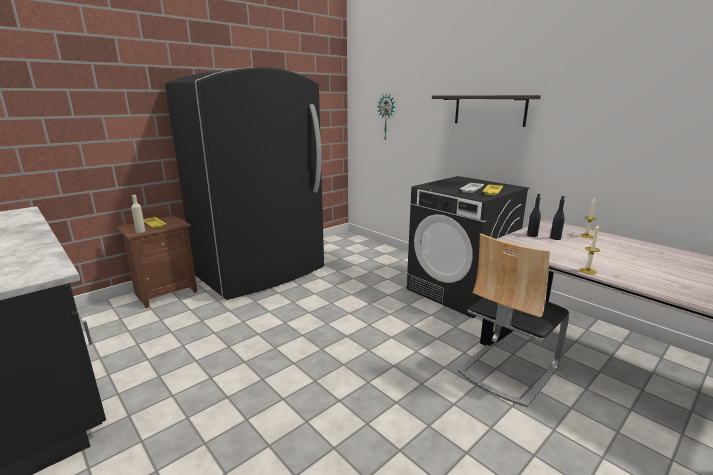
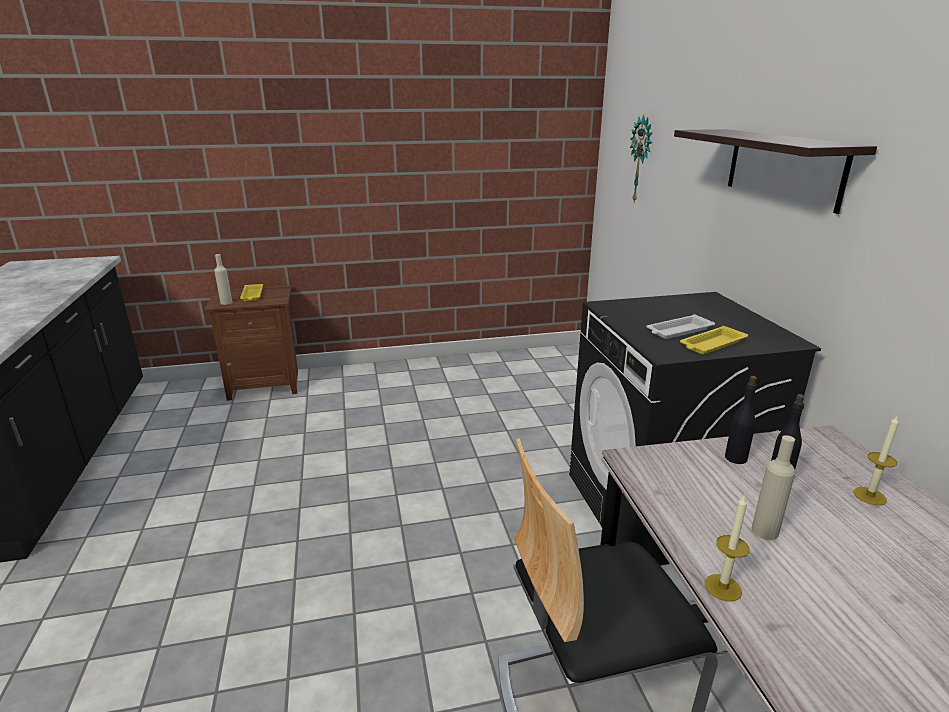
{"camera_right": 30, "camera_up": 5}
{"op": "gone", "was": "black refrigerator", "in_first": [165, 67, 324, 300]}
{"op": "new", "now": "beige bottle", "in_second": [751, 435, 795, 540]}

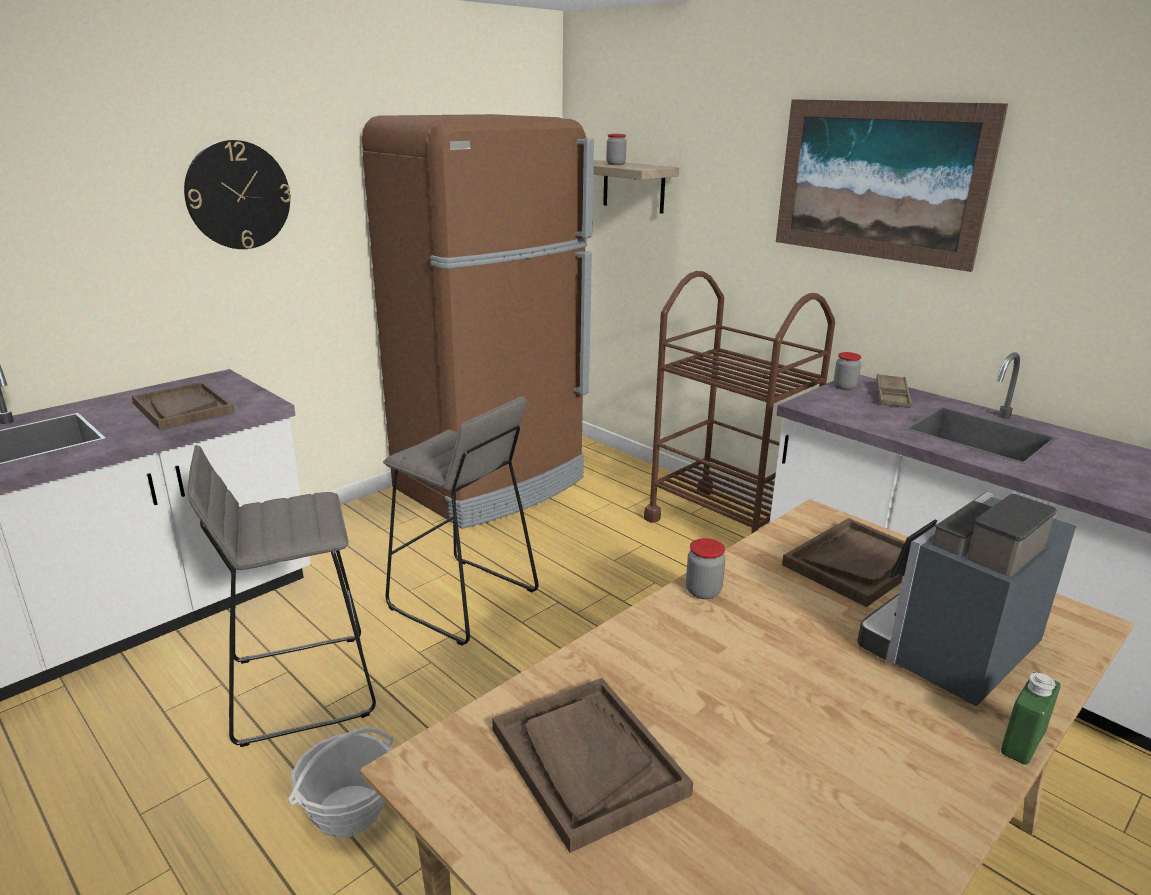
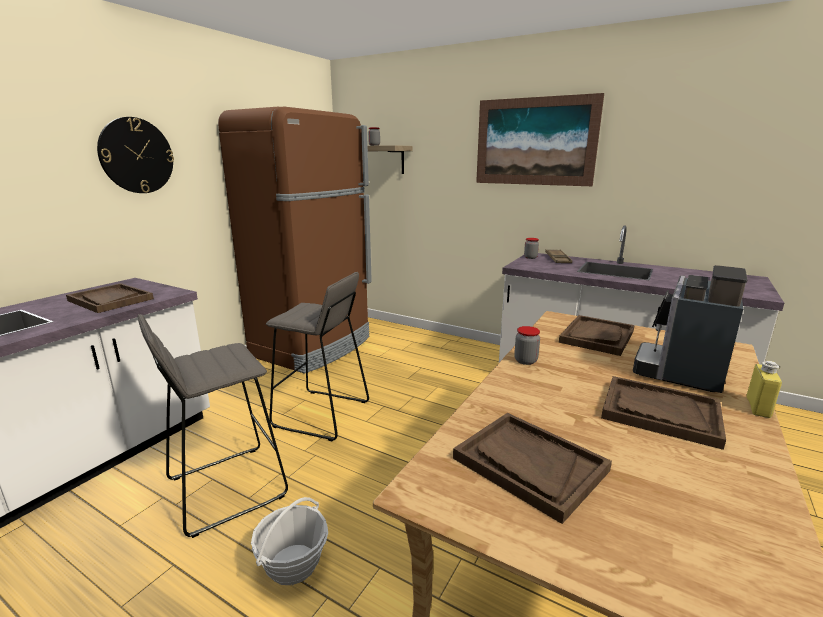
{"camera_right": -15, "camera_up": -5}
{"op": "gone", "was": "brownish wheeled cart", "in_first": [644, 271, 835, 534]}
{"op": "repainted", "was": "green bottle", "now": "yellow bottle", "in_first": [1001, 672, 1061, 765], "in_second": [746, 361, 782, 418]}
{"op": "new", "now": "brownish serving tray", "in_second": [601, 376, 726, 450]}

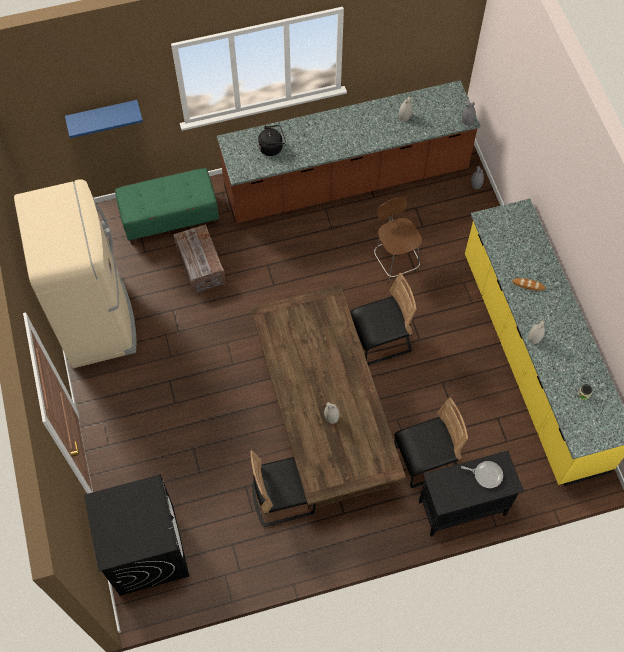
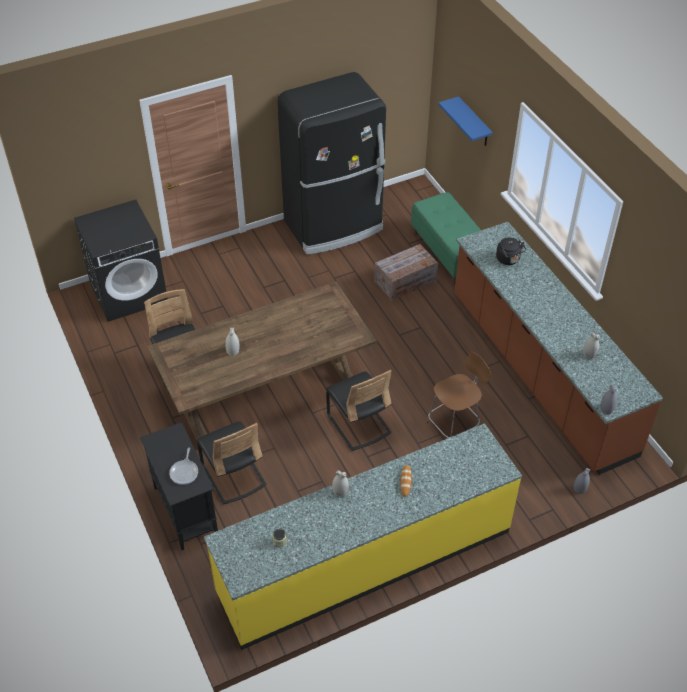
{"camera_right": 80, "camera_up": -15}
{"op": "repainted", "was": "beige refrigerator", "now": "black refrigerator", "in_first": [14, 179, 137, 368], "in_second": [278, 72, 386, 255]}

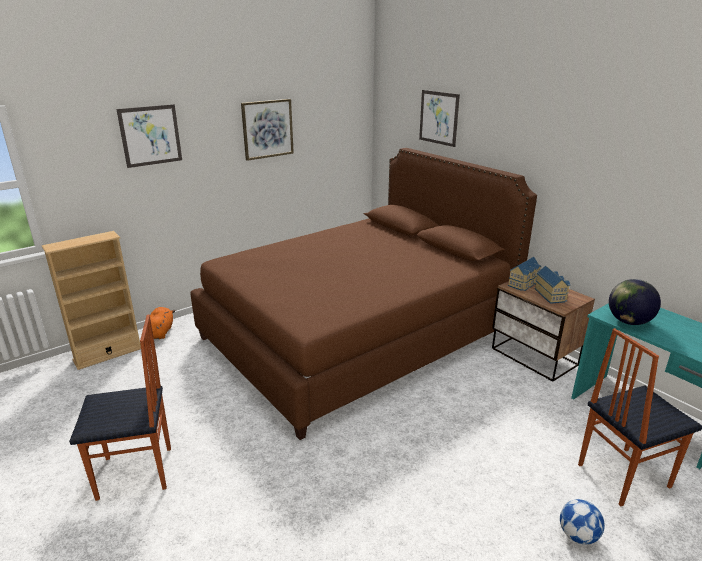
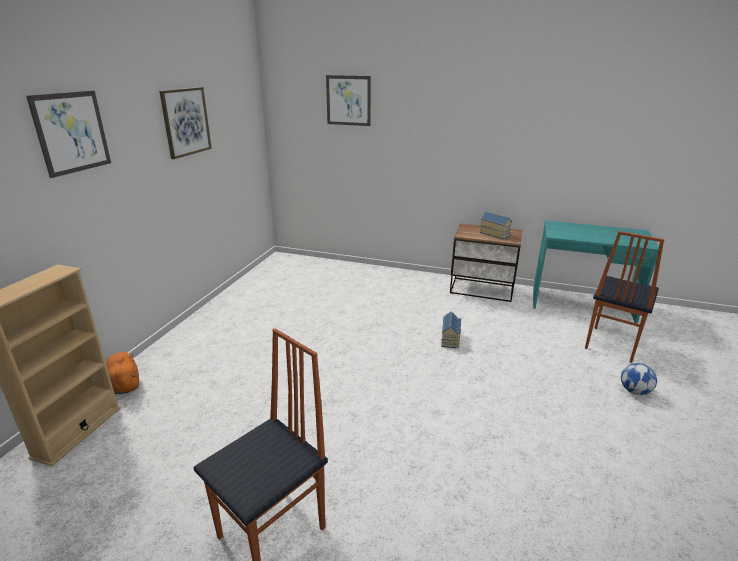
{"camera_right": -35, "camera_up": 0}
{"op": "gone", "was": "brownish bed", "in_first": [190, 148, 537, 440]}
{"op": "shifted", "was": "toy house", "in_first": [508, 257, 541, 291], "in_second": [441, 311, 461, 348]}
{"op": "gone", "was": "desk globe", "in_first": [609, 279, 661, 325]}

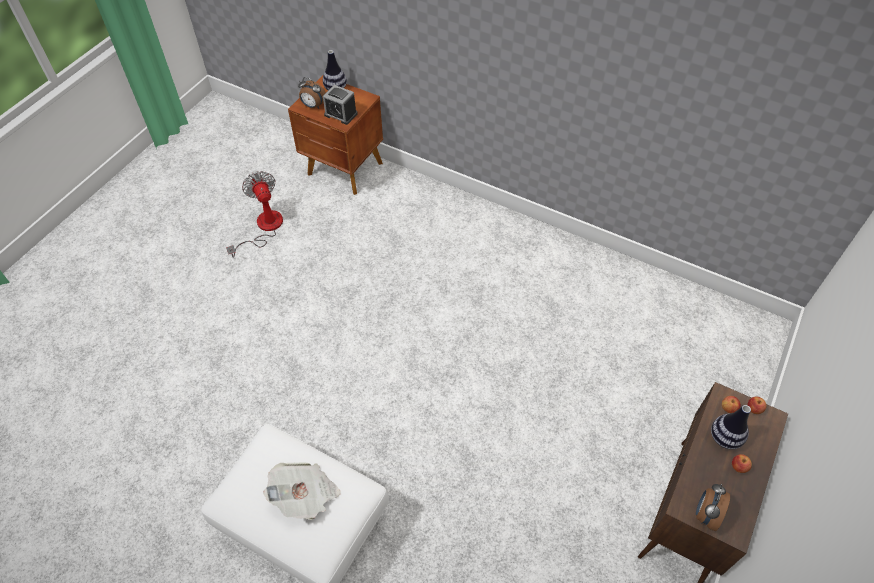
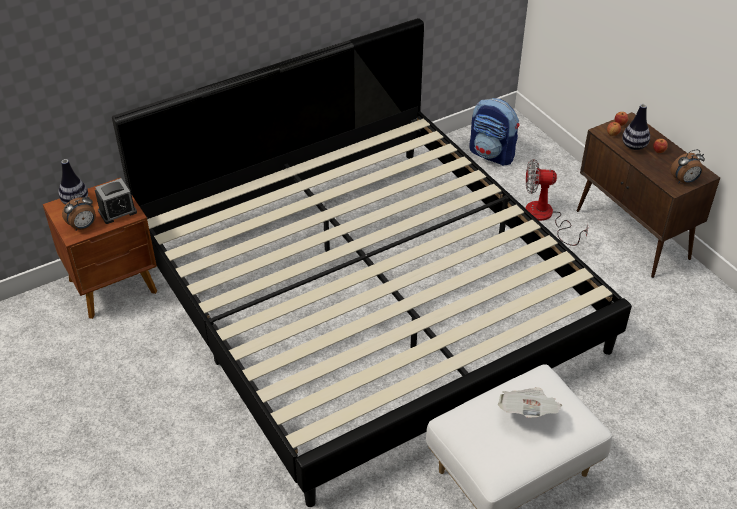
{"camera_right": -60, "camera_up": -10}
{"op": "shifted", "was": "cooling fan", "in_first": [226, 171, 283, 258], "in_second": [525, 159, 588, 246]}
{"op": "rotated", "was": "table clock", "in_first": [696, 484, 730, 531], "in_second": [670, 149, 705, 184], "clockwise": -75}
{"op": "new", "now": "bed", "in_second": [112, 18, 632, 507]}
{"op": "new", "now": "knapsack", "in_second": [469, 98, 520, 166]}

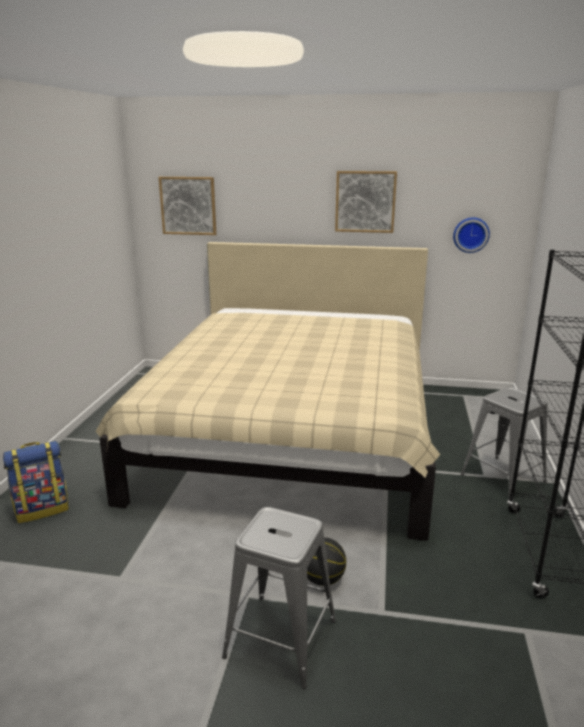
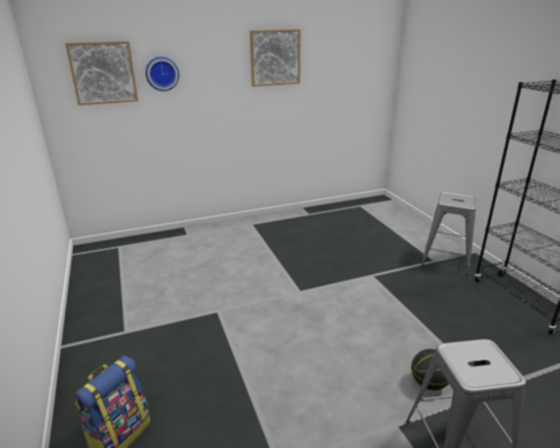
{"camera_right": -30, "camera_up": 5}
{"op": "gone", "was": "beige bed", "in_first": [95, 242, 440, 541]}
{"op": "shifted", "was": "clock on the wall", "in_first": [453, 217, 490, 253], "in_second": [146, 57, 179, 91]}

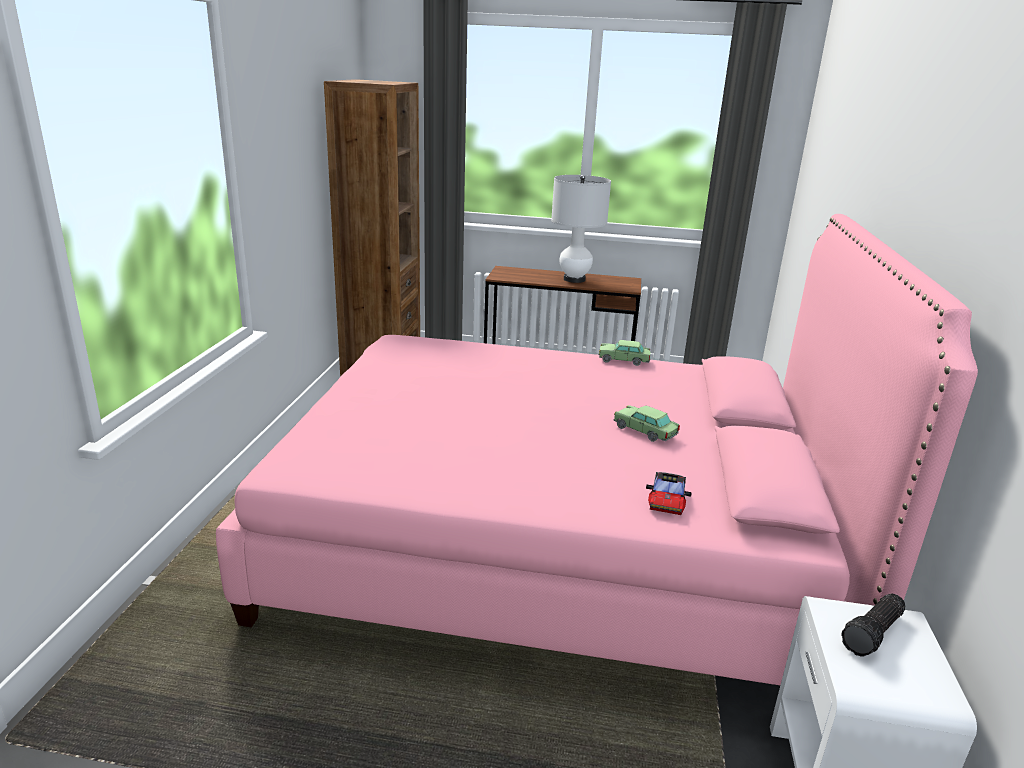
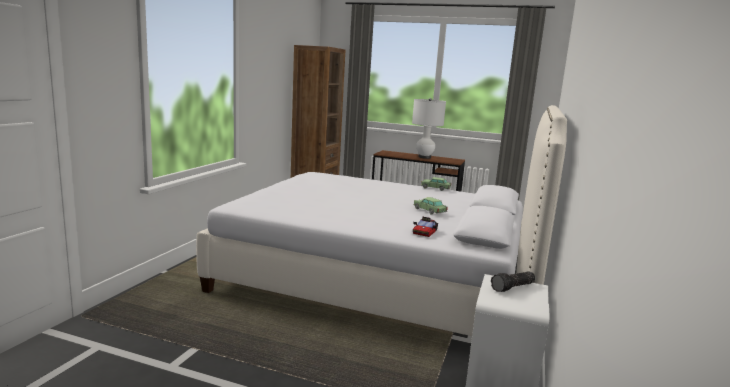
{"camera_right": 10, "camera_up": -10}
{"op": "repainted", "was": "pinkish bed", "now": "whitish bed", "in_first": [216, 214, 978, 685], "in_second": [196, 105, 567, 336]}

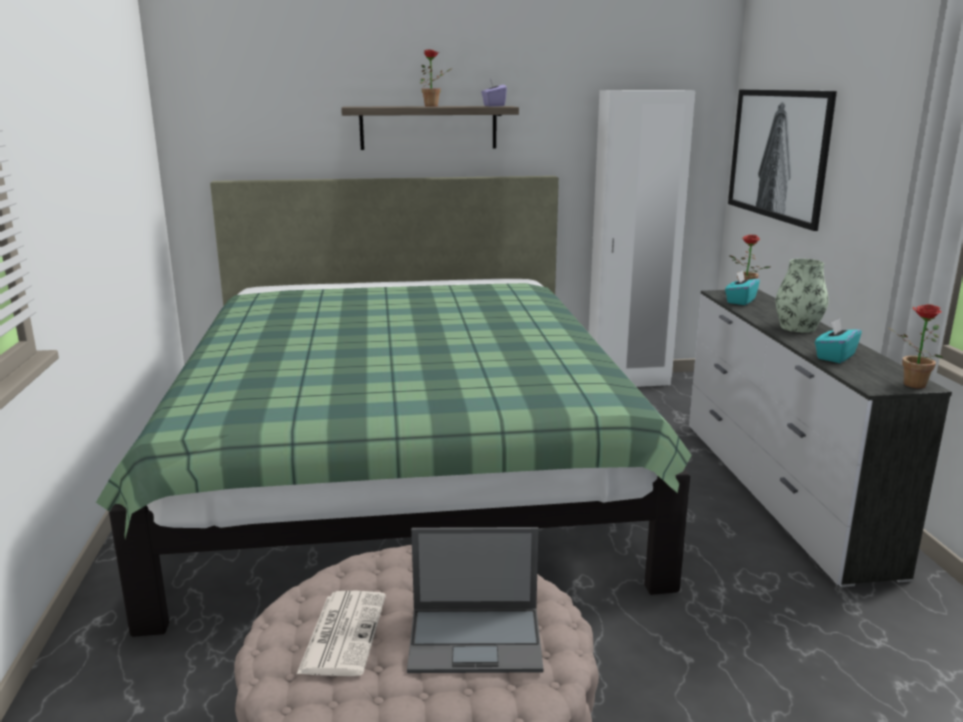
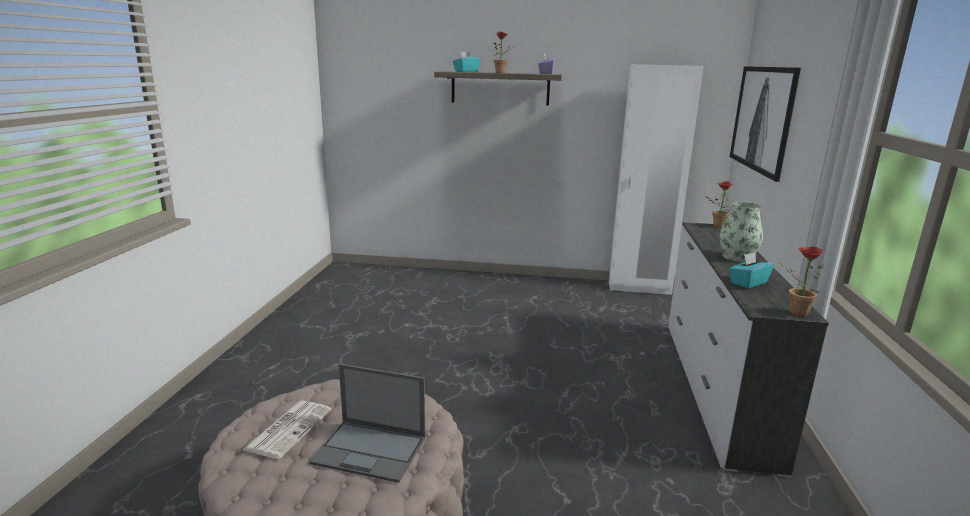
{"camera_right": 15, "camera_up": 0}
{"op": "gone", "was": "green bed", "in_first": [96, 176, 692, 637]}
{"op": "shifted", "was": "blue-green tissue box", "in_first": [725, 270, 760, 305], "in_second": [453, 52, 480, 72]}

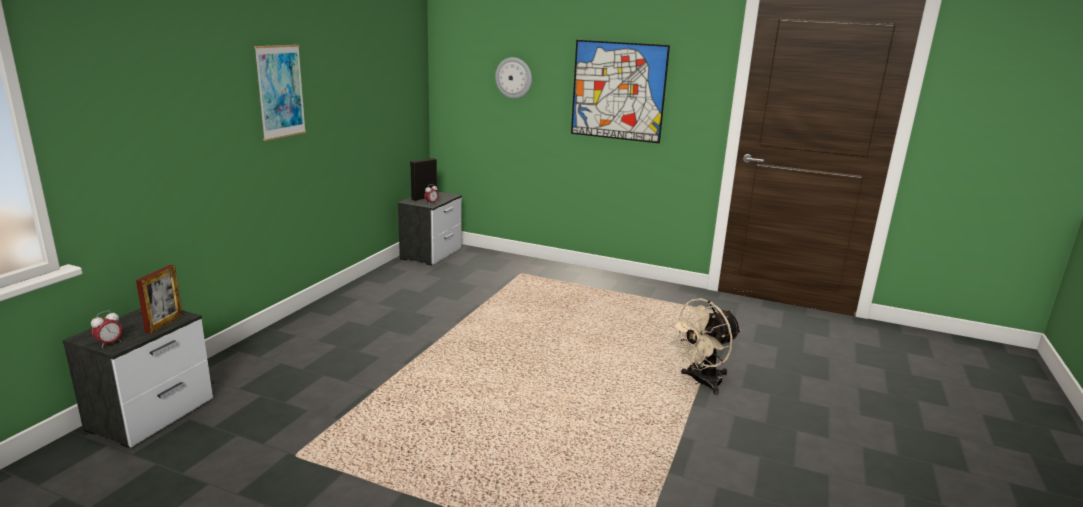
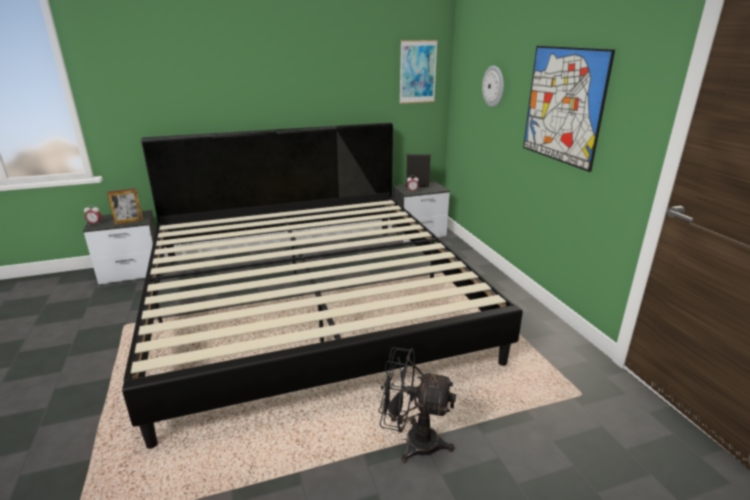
{"camera_right": 50, "camera_up": 5}
{"op": "shifted", "was": "picture", "in_first": [254, 45, 306, 141], "in_second": [399, 40, 438, 104]}
{"op": "repainted", "was": "beige cooling fan", "now": "black cooling fan", "in_first": [668, 298, 741, 395], "in_second": [378, 347, 456, 463]}
{"op": "new", "now": "bed", "in_second": [122, 123, 523, 449]}

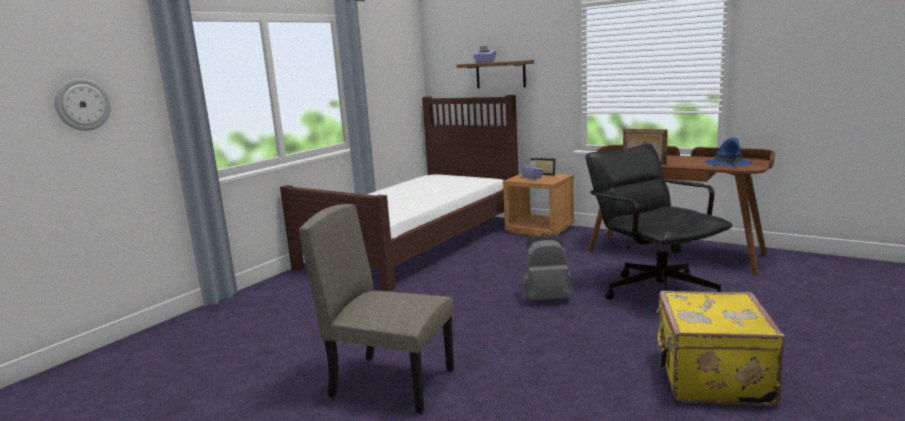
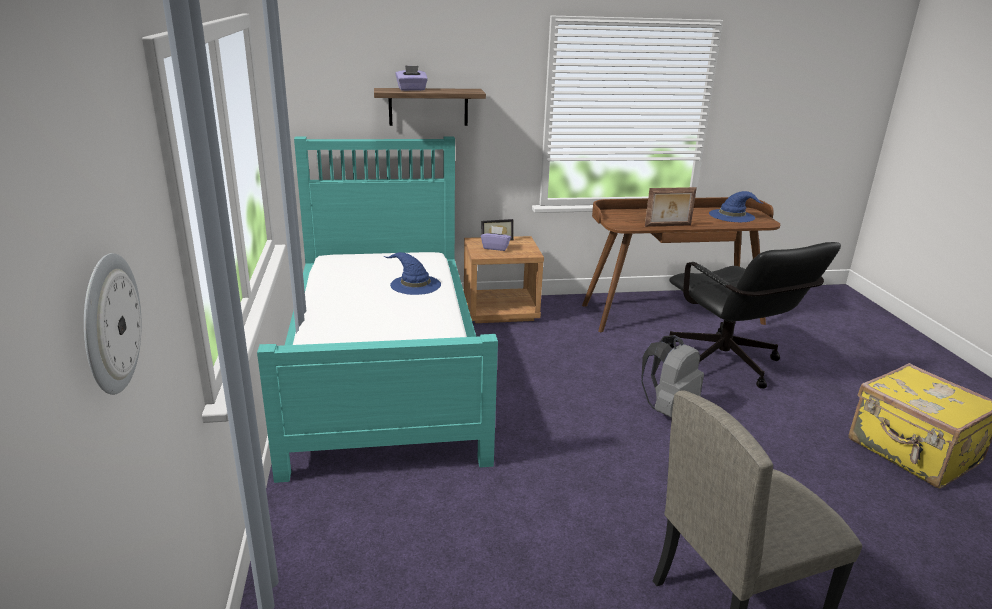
{"camera_right": -45, "camera_up": 10}
{"op": "repainted", "was": "brownish bed", "now": "blue-green bed", "in_first": [280, 95, 519, 292], "in_second": [257, 136, 498, 483]}
{"op": "rotated", "was": "black desk chair", "in_first": [586, 144, 732, 299], "in_second": [669, 242, 841, 389], "clockwise": -135}
{"op": "new", "now": "bluish hat", "in_second": [384, 252, 441, 295]}

